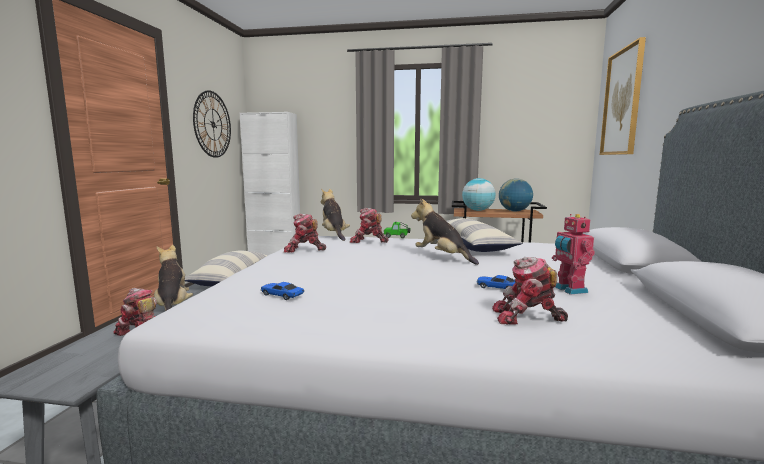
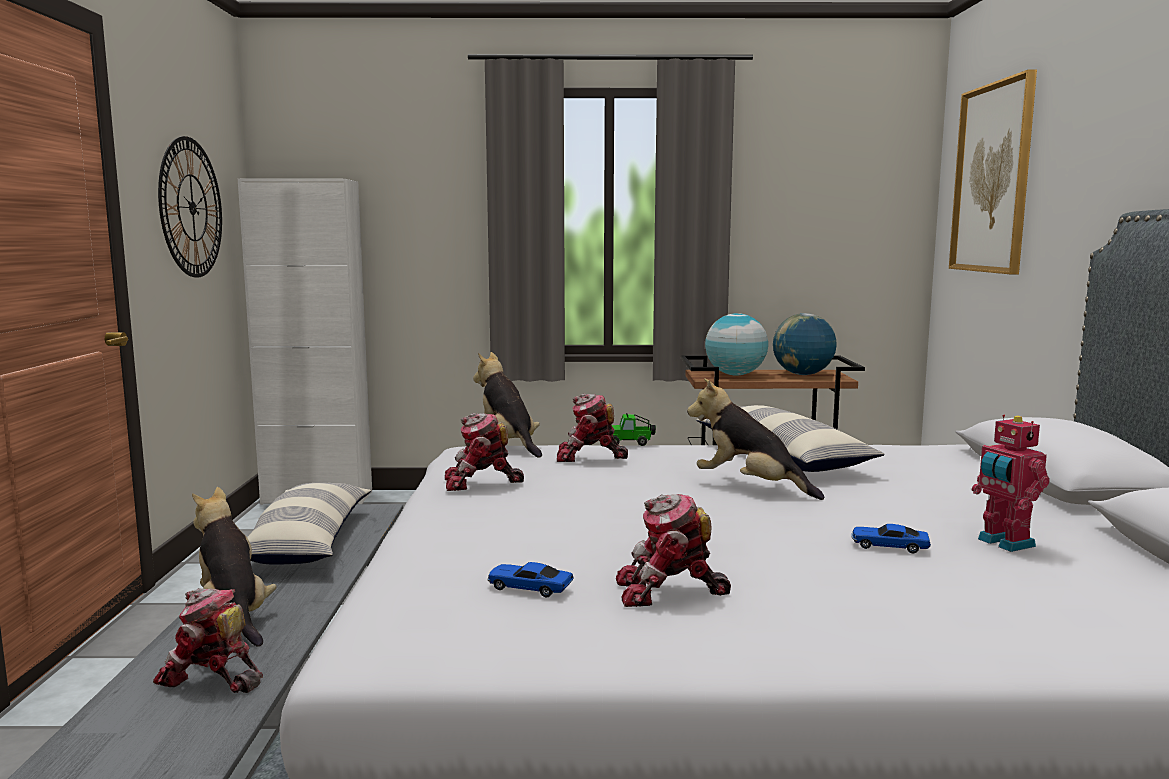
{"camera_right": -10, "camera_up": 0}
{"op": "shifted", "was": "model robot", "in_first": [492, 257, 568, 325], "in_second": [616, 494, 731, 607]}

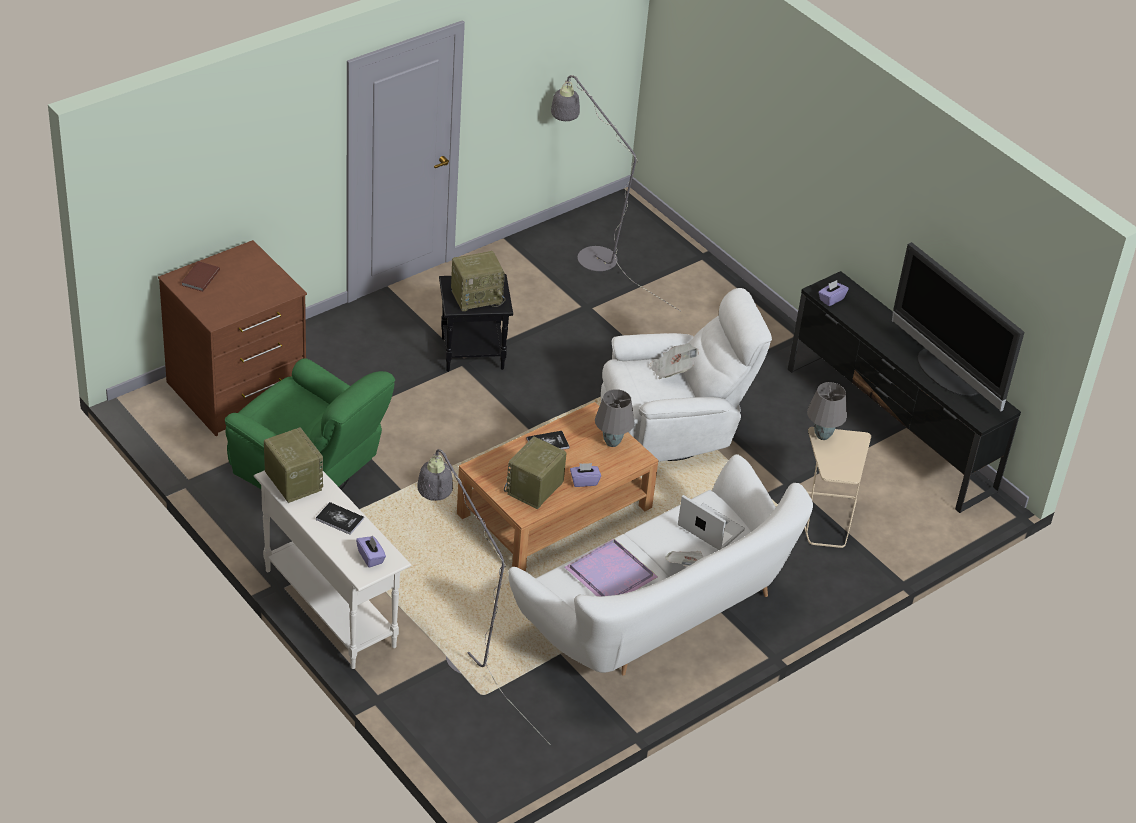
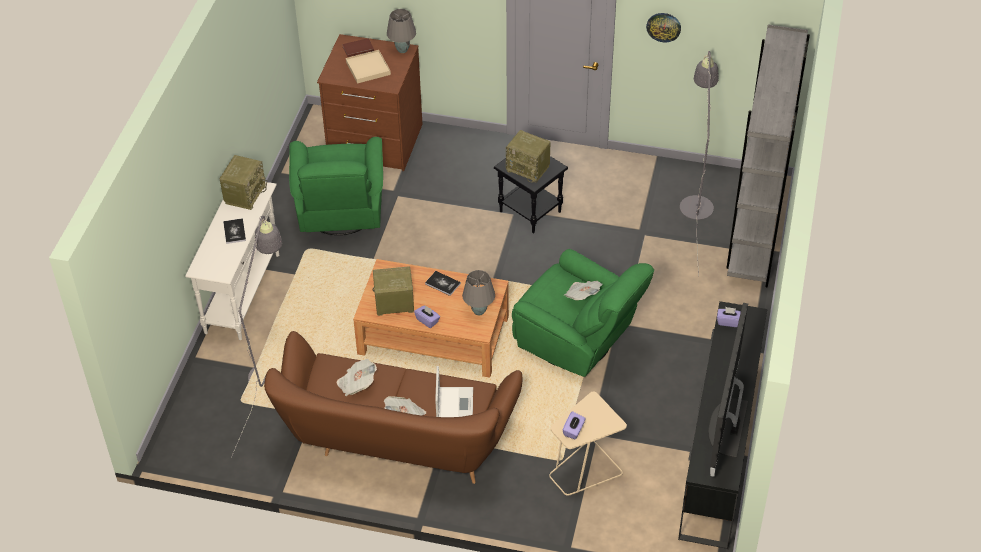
{"camera_right": 55, "camera_up": 5}
{"op": "shifted", "was": "purple-coloured tissue box", "in_first": [356, 536, 386, 568], "in_second": [563, 411, 586, 439]}
{"op": "repainted", "was": "whitish sofa", "now": "brownish sofa", "in_first": [508, 454, 813, 676], "in_second": [264, 331, 523, 484]}
{"op": "swapped", "was": "purple-coloured serving tray", "now": "printed paper", "in_first": [565, 539, 658, 596], "in_second": [337, 359, 377, 396]}
{"op": "repainted", "was": "whitish easy chair", "now": "green easy chair", "in_first": [601, 288, 772, 462], "in_second": [512, 249, 654, 377]}
{"op": "shifted", "was": "gray tabletop lamp", "in_first": [807, 382, 847, 440], "in_second": [387, 9, 416, 53]}
{"op": "new", "now": "beige serving tray", "in_second": [346, 50, 391, 84]}
{"op": "new", "now": "clock on the wall", "in_second": [646, 13, 681, 42]}
{"op": "new", "now": "gray bookcase", "in_second": [727, 25, 810, 287]}

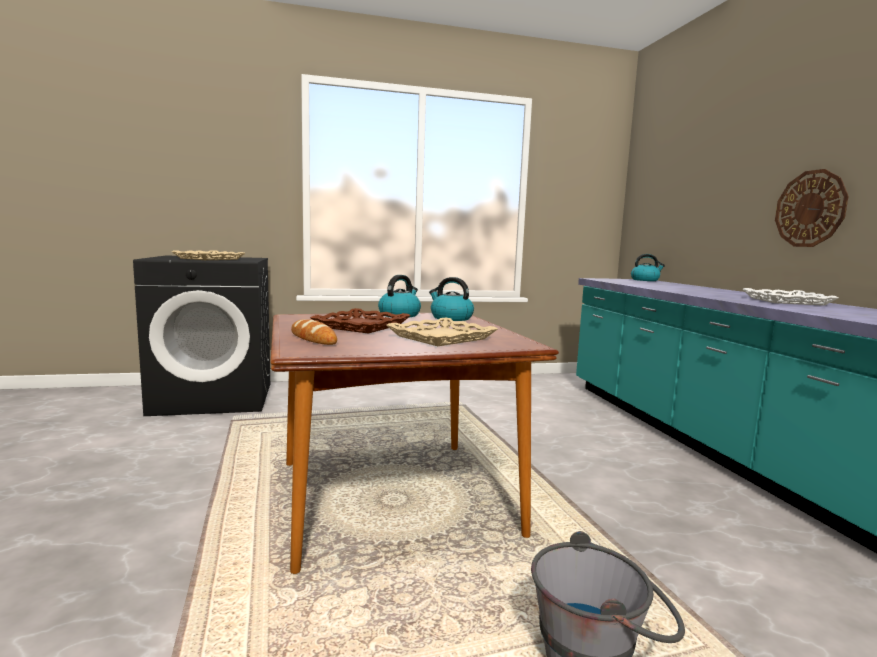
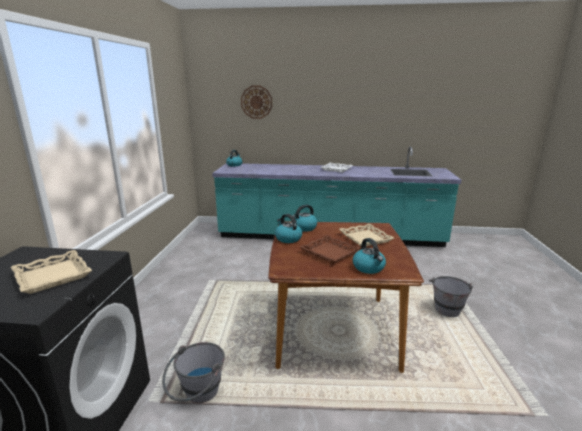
{"camera_right": -70, "camera_up": 10}
{"op": "swapped", "was": "bakery bread", "now": "water kettle", "in_first": [291, 319, 337, 345], "in_second": [353, 238, 386, 274]}
{"op": "shifted", "was": "clock on the wall", "in_first": [775, 169, 848, 247], "in_second": [241, 86, 272, 119]}
{"op": "new", "now": "gray water bucket", "in_second": [162, 342, 225, 403]}

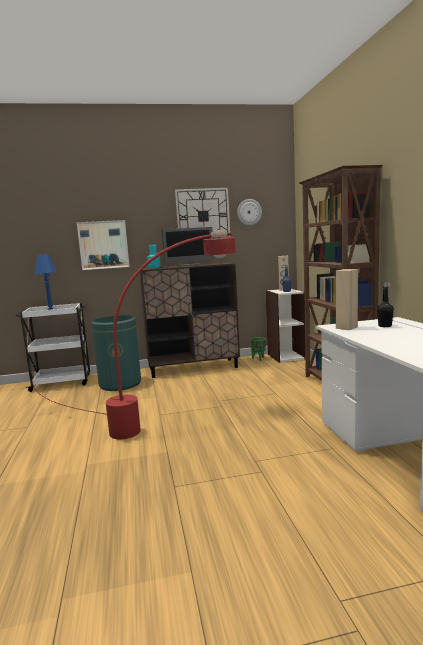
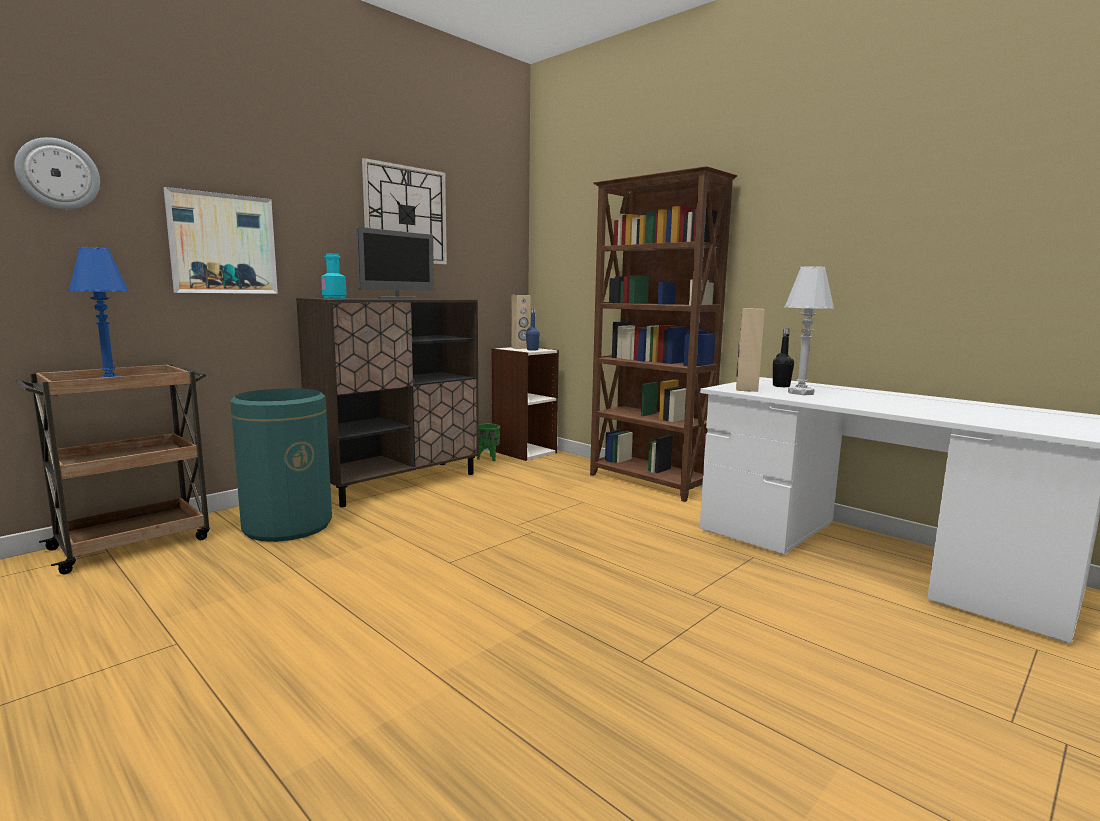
{"camera_right": -35, "camera_up": 0}
{"op": "repainted", "was": "whitish wheeled cart", "now": "brownish wheeled cart", "in_first": [15, 303, 90, 392], "in_second": [15, 364, 210, 574]}
{"op": "gone", "was": "red-coloured standard lamp", "in_first": [33, 229, 236, 439]}
{"op": "shifted", "was": "clock on the wall", "in_first": [237, 199, 262, 226], "in_second": [14, 137, 100, 210]}
{"op": "new", "now": "whitish tabletop lamp", "in_second": [785, 266, 835, 395]}

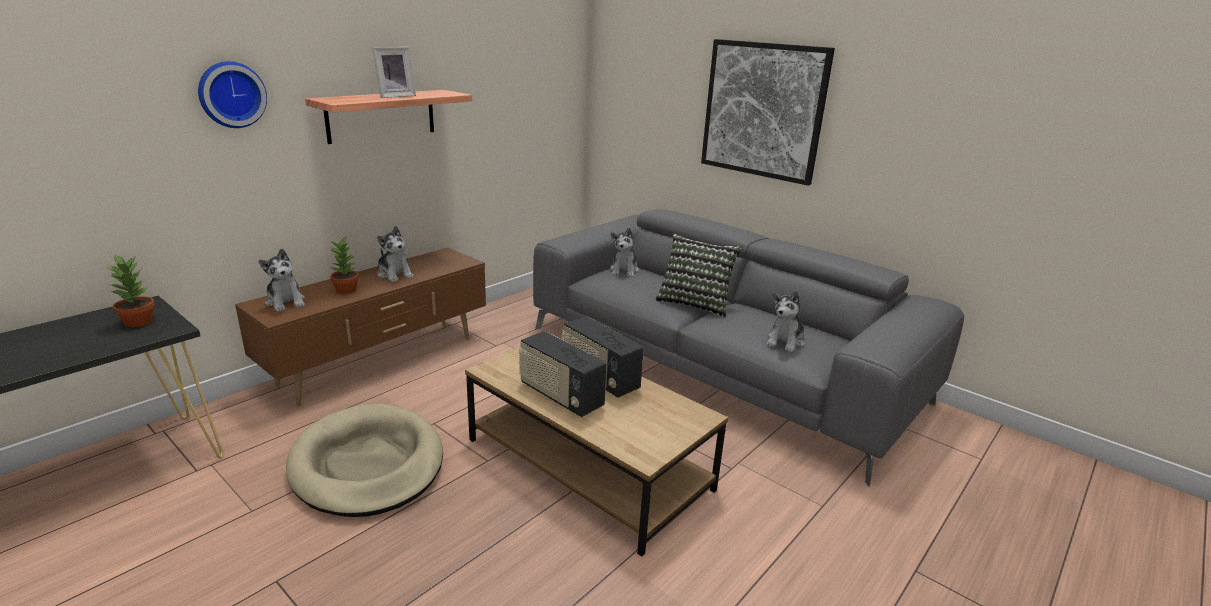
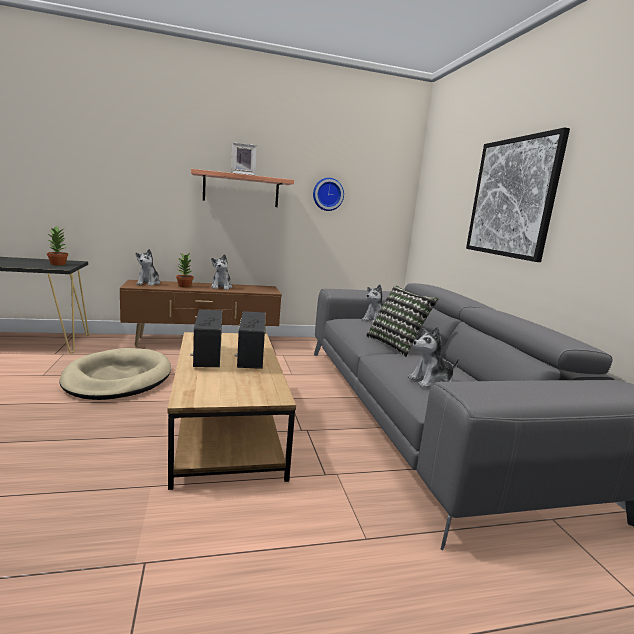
{"camera_right": 35, "camera_up": -10}
{"op": "shifted", "was": "clock on the wall", "in_first": [198, 61, 267, 128], "in_second": [313, 178, 344, 211]}

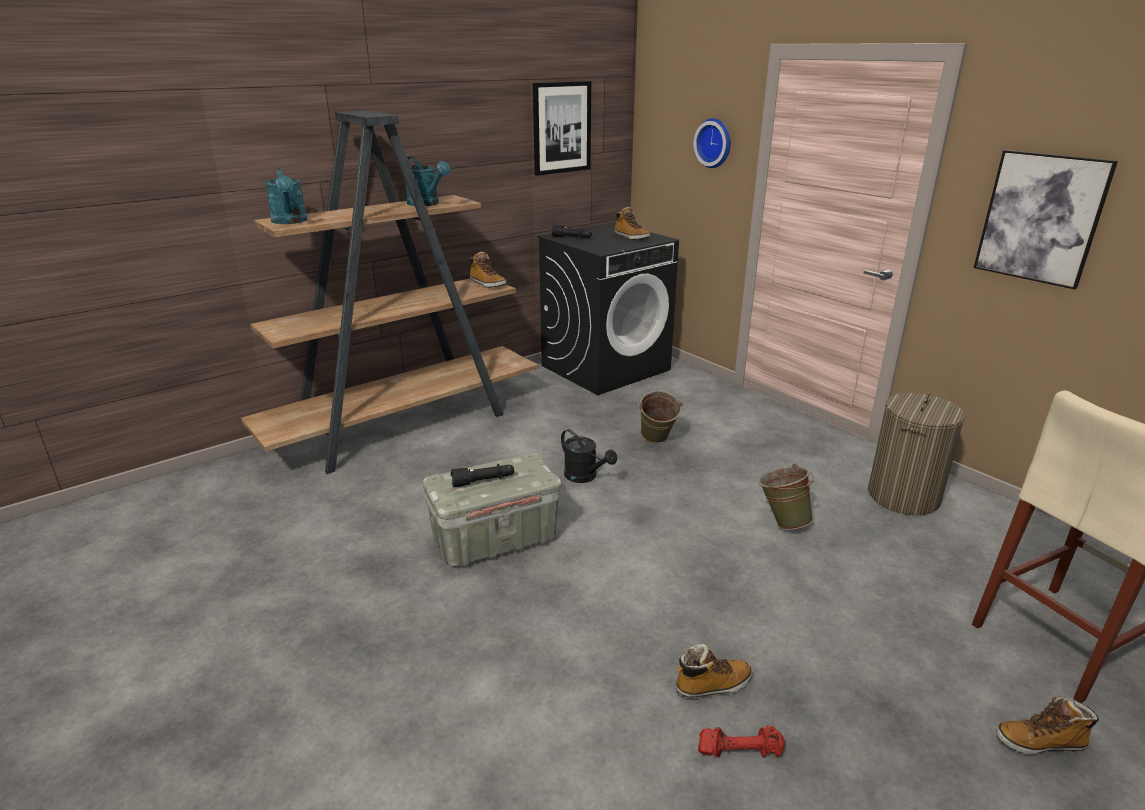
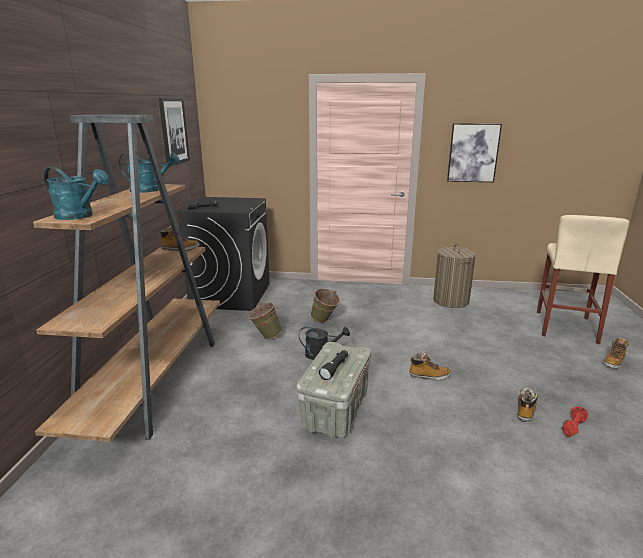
{"camera_right": -45, "camera_up": -5}
{"op": "shifted", "was": "tall boot", "in_first": [614, 207, 650, 240], "in_second": [409, 351, 451, 380]}
{"op": "gone", "was": "clock on the wall", "in_first": [694, 118, 731, 168]}
{"op": "shifted", "was": "green water bucket", "in_first": [759, 463, 814, 530], "in_second": [248, 302, 282, 339]}

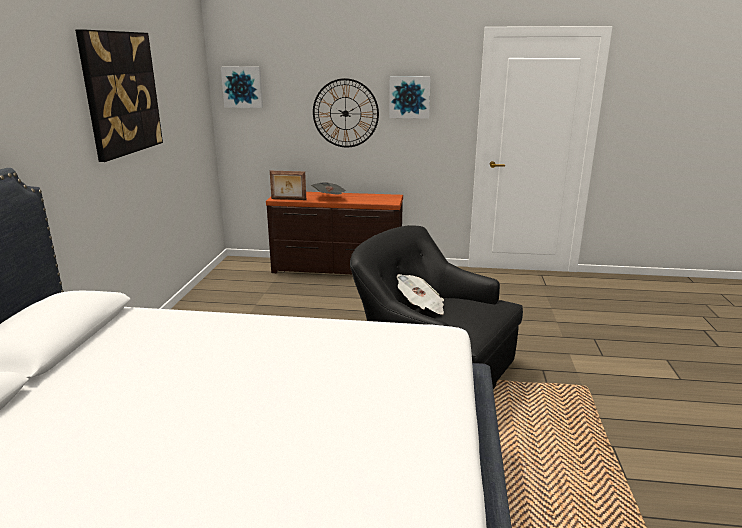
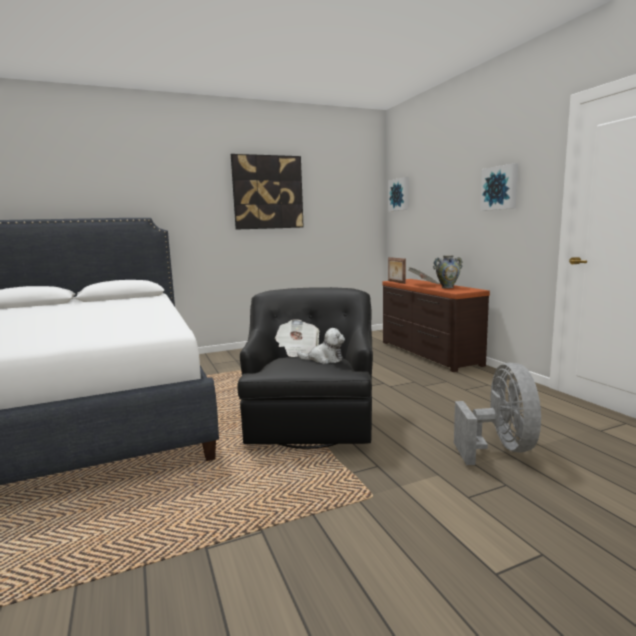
{"camera_right": 60, "camera_up": -10}
{"op": "gone", "was": "clock on the wall", "in_first": [313, 78, 379, 148]}
{"op": "new", "now": "plush toy", "in_second": [297, 328, 345, 364]}
{"op": "new", "now": "flower vase", "in_second": [433, 255, 463, 288]}
{"op": "new", "now": "gray cooling fan", "in_second": [454, 363, 541, 465]}

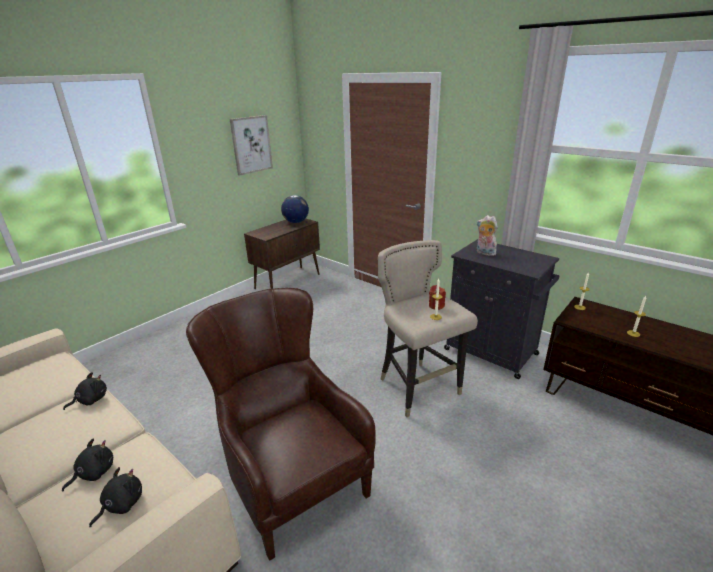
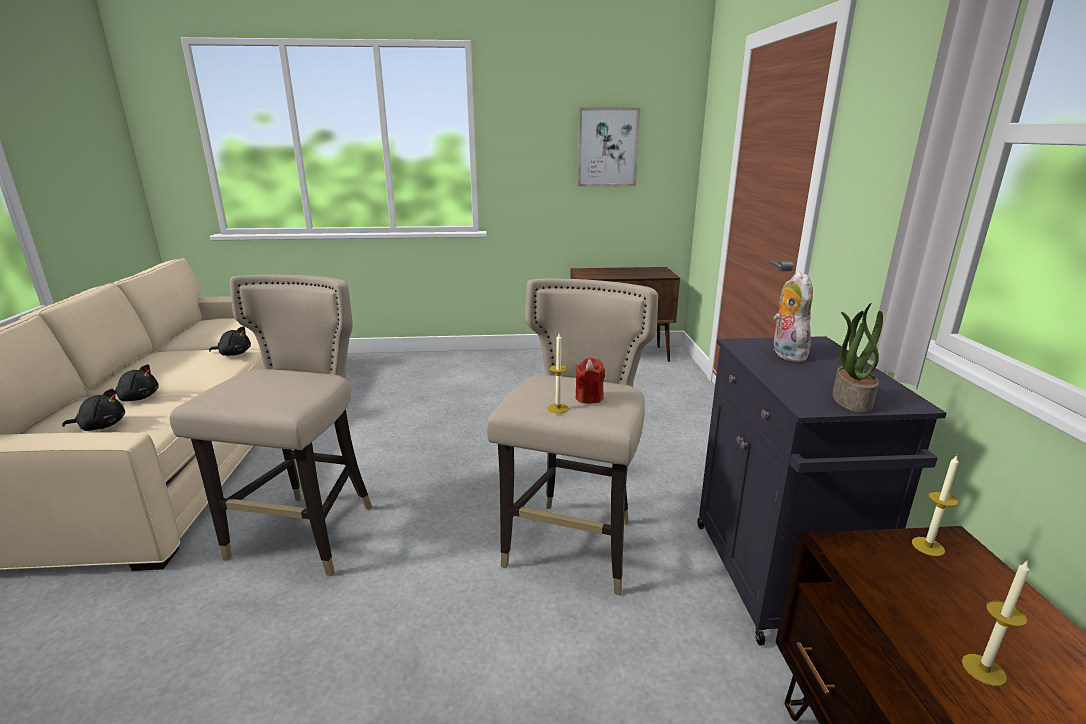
{"camera_right": 45, "camera_up": -5}
{"op": "swapped", "was": "brownish easy chair", "now": "beige sitting stool", "in_first": [186, 288, 376, 561], "in_second": [170, 275, 372, 576]}
{"op": "gone", "was": "desk globe", "in_first": [281, 195, 309, 223]}
{"op": "new", "now": "potted plant", "in_second": [832, 303, 883, 413]}

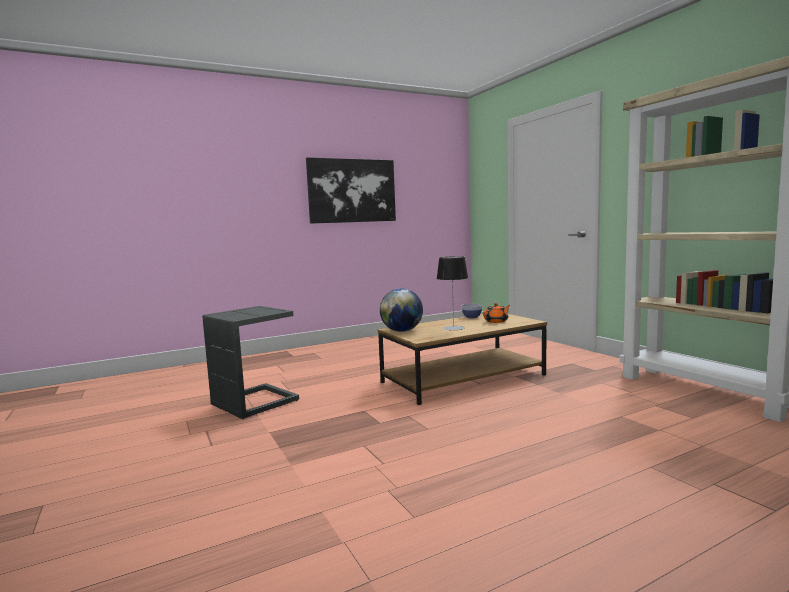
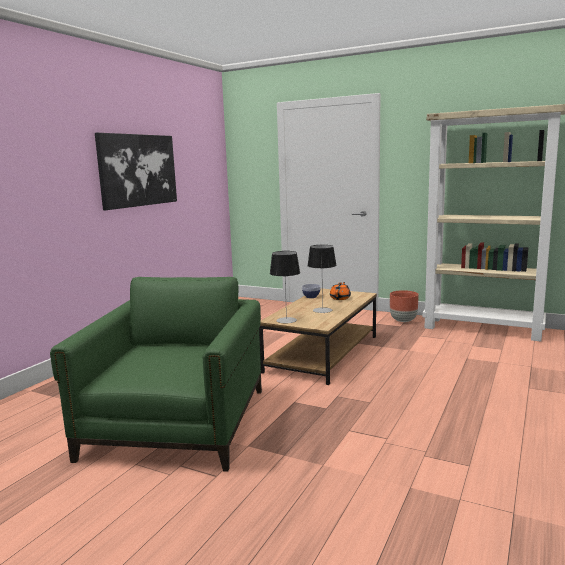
{"camera_right": -35, "camera_up": 5}
{"op": "swapped", "was": "gray accent table", "now": "green easy chair", "in_first": [202, 306, 299, 419], "in_second": [50, 277, 262, 472]}
{"op": "swapped", "was": "desk globe", "now": "tabletop lamp", "in_first": [380, 288, 423, 332], "in_second": [270, 251, 300, 324]}
{"op": "new", "now": "brownish plant pot", "in_second": [390, 290, 419, 322]}

